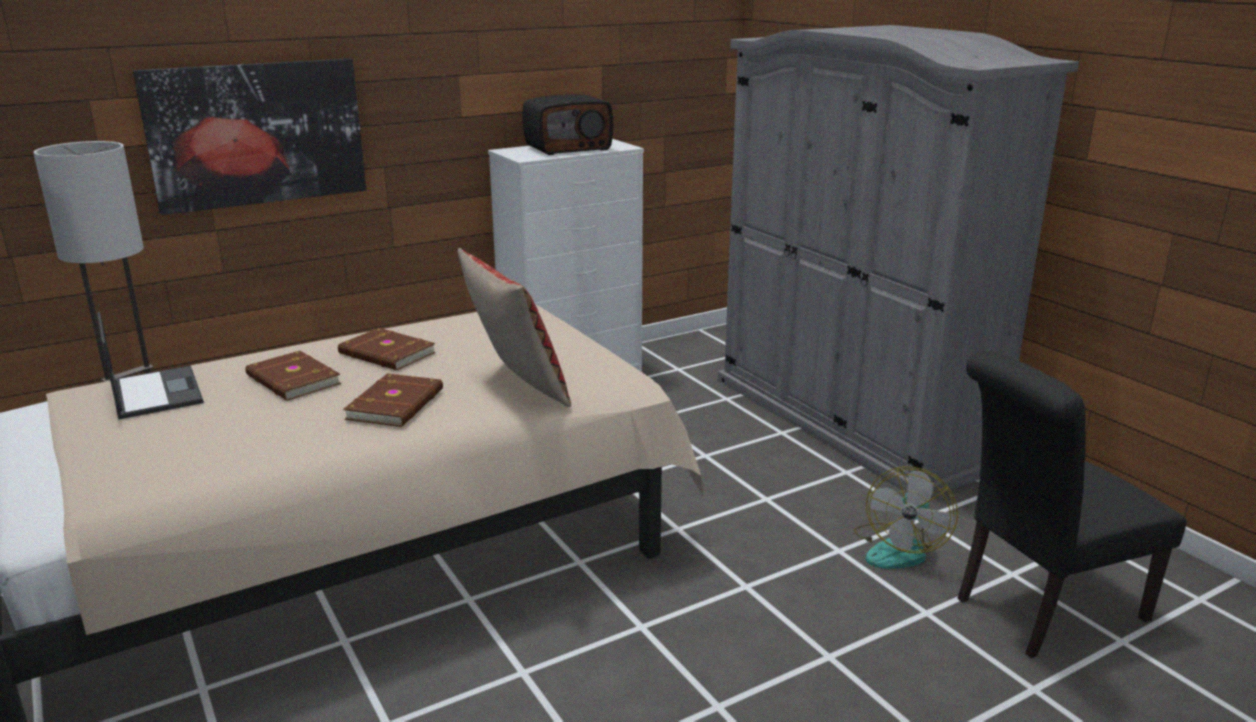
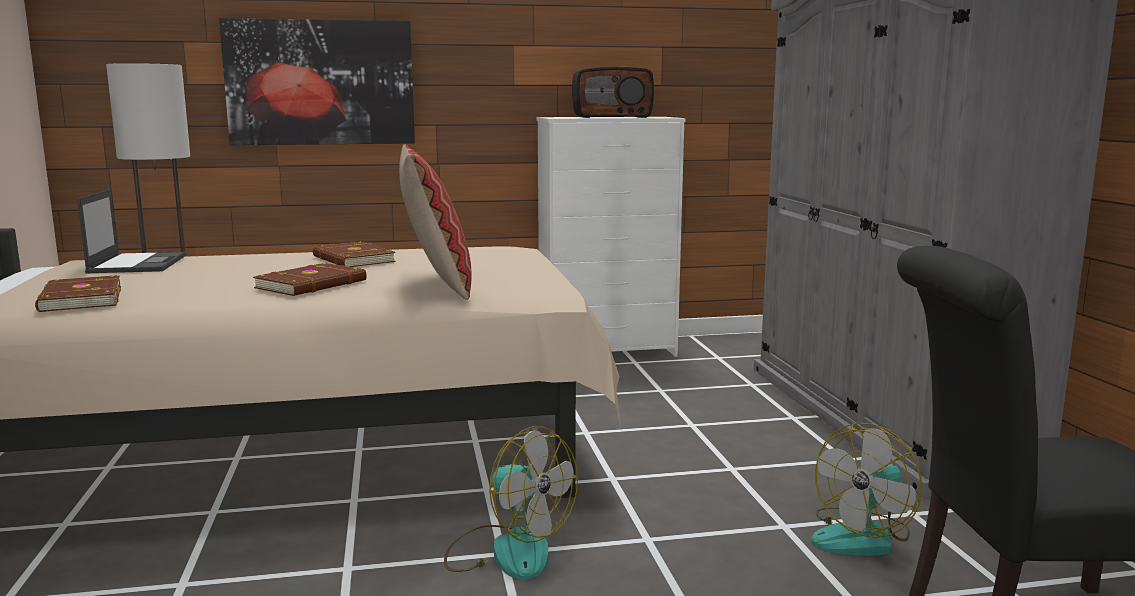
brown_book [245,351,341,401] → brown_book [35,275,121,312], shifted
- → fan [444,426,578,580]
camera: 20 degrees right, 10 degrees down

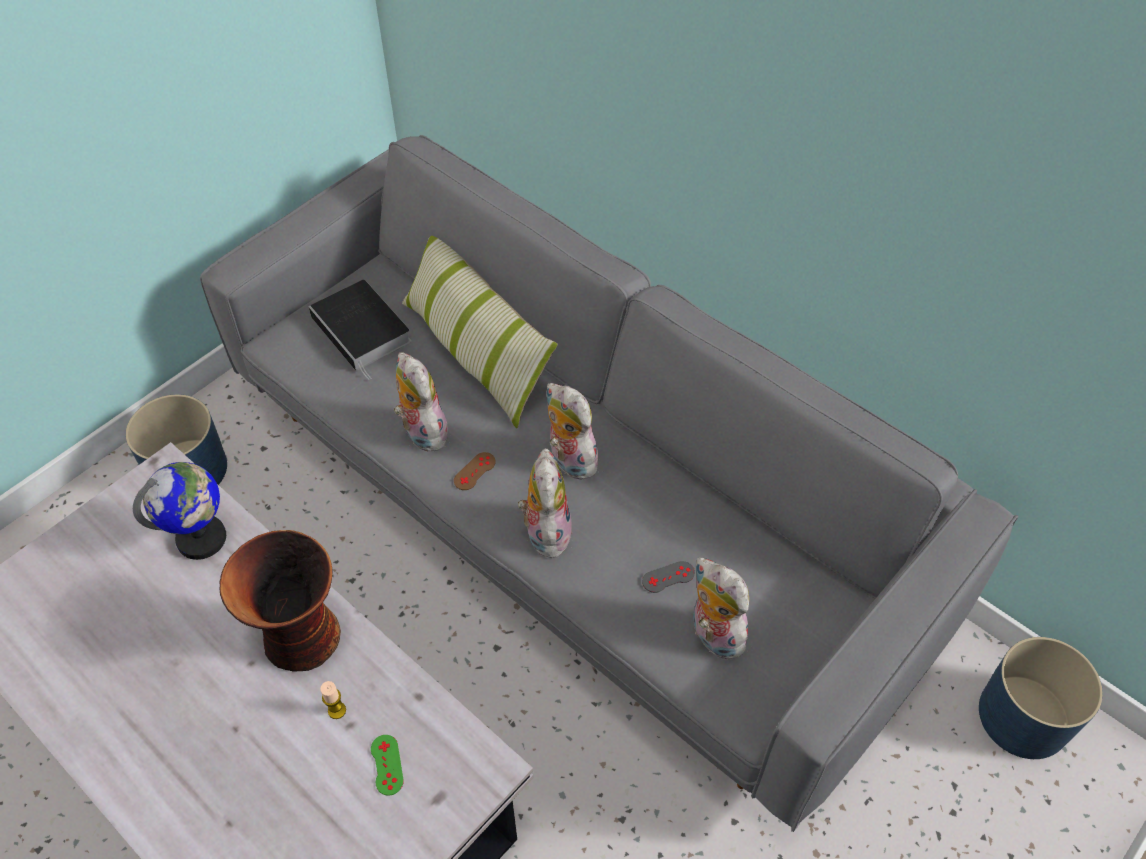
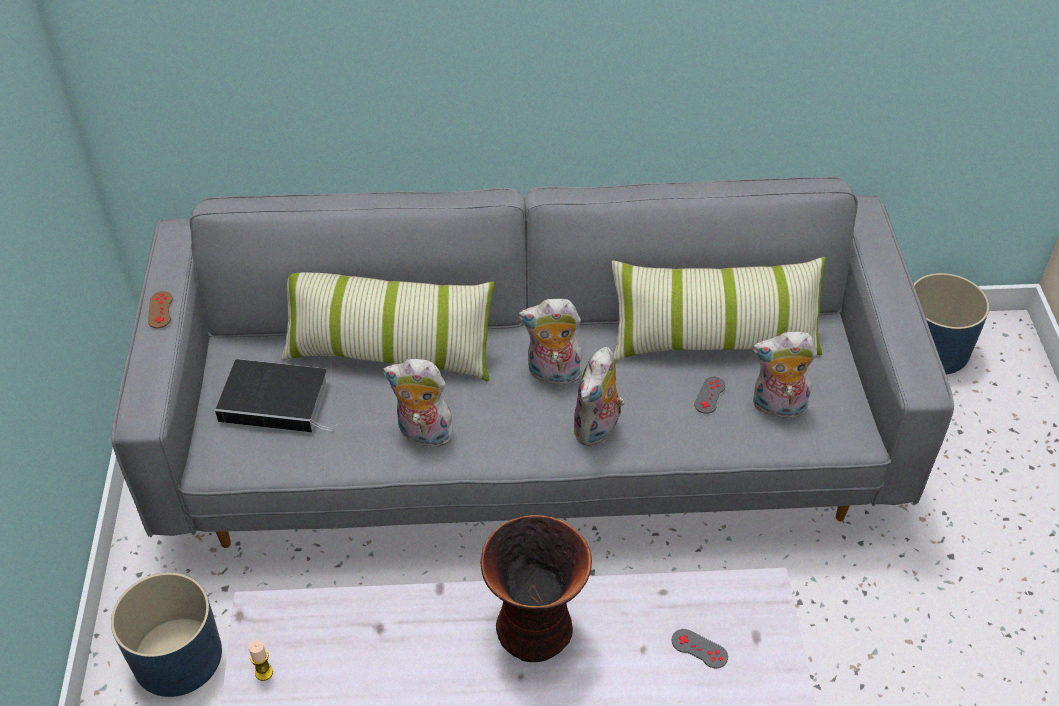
globe [133,462,226,560] → -
candle [320,681,346,719] → candle [248,640,273,681], shifted
green_game_controller [371,735,404,796] → grey_game_controller [671,629,728,669]
brown_game_controller [454,452,496,490] → brown_game_controller [148,291,173,328], shifted
plush_toy [518,448,572,558] → plush_toy [572,347,625,447], 105 degrees counterclockwise
- → pillow [612,257,826,361]
camera: 45 degrees left, 5 degrees down

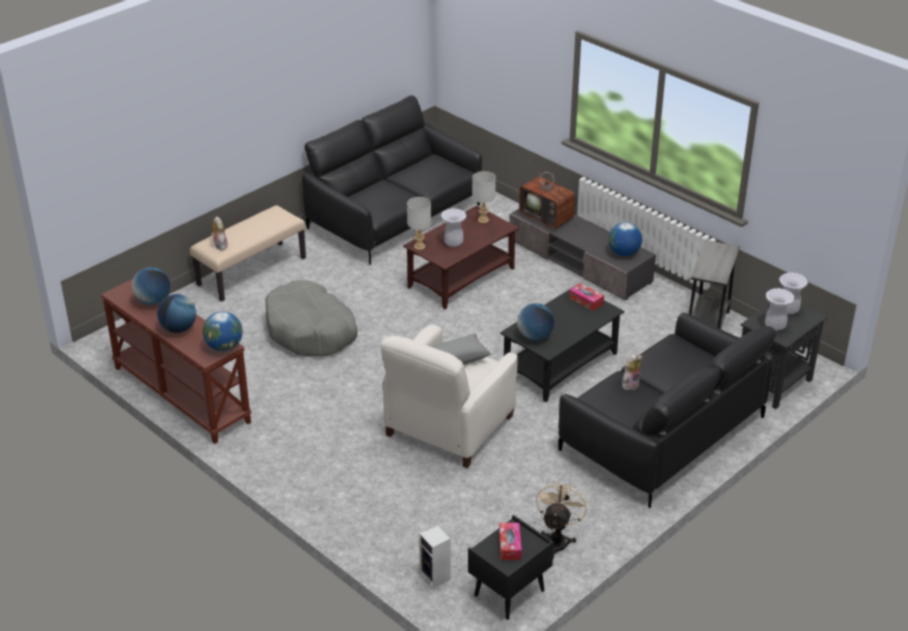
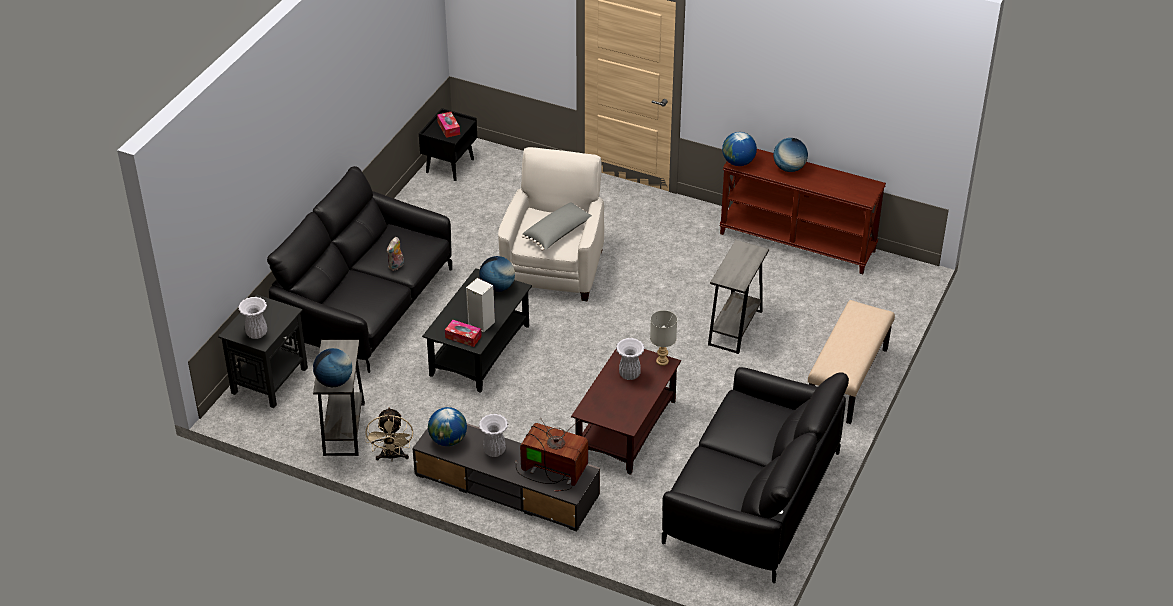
globe [132,267,170,305] → globe [313,348,352,387], shifted
plush_toy [211,216,228,250] → -
grey_dog_bed [265,280,358,356] → grey_side_table [708,240,769,354]
speaker [419,525,451,588] → speaker [466,278,495,332], shifted
grey_table_lamp [472,171,496,223] → -
beige_fan [536,478,588,558] → beige_fan [366,407,413,461], shifted
white_vase [765,288,795,331] → white_vase [479,414,508,457], shifted
camera: 160 degrees right, 5 degrees up

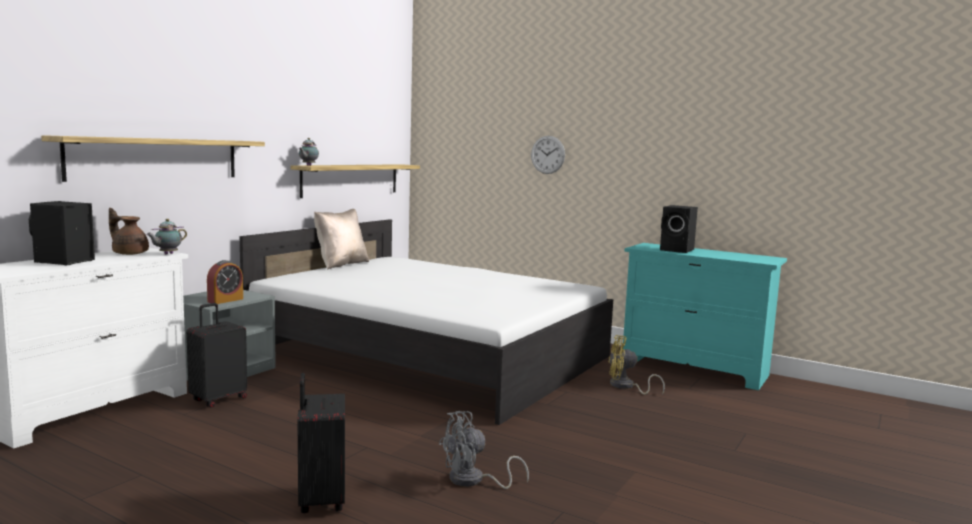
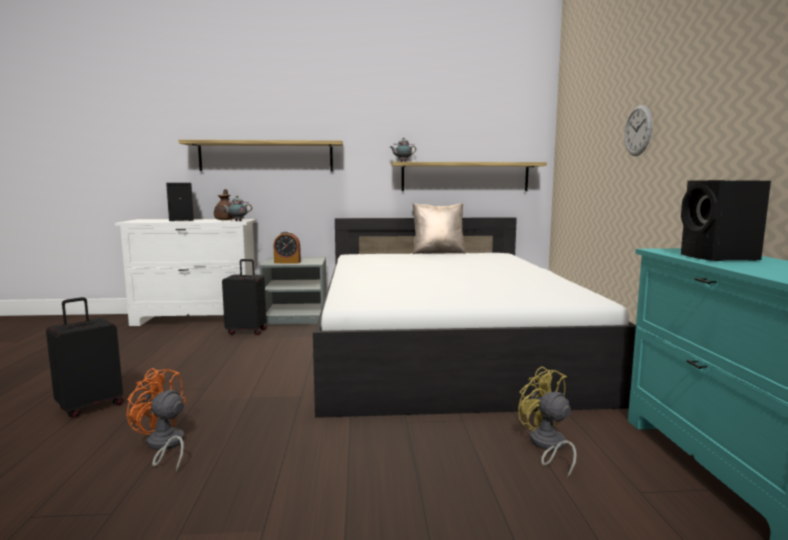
grey_fan [439,411,529,489] → orange_fan [127,368,186,472]
camera: 55 degrees right, 0 degrees up

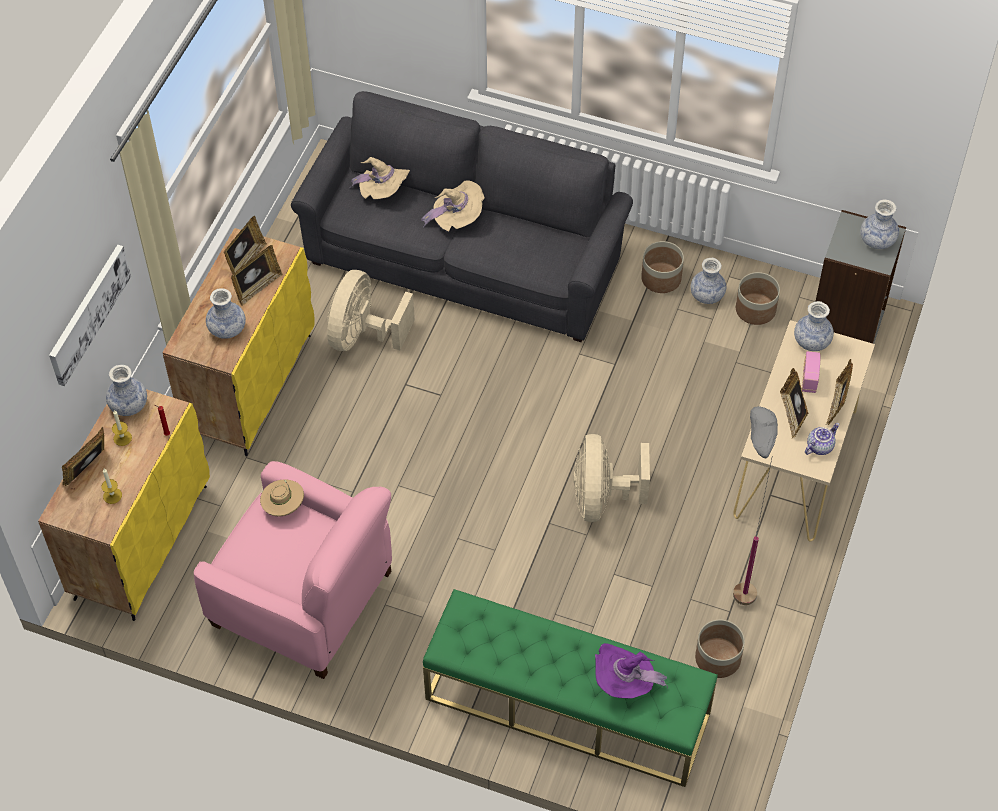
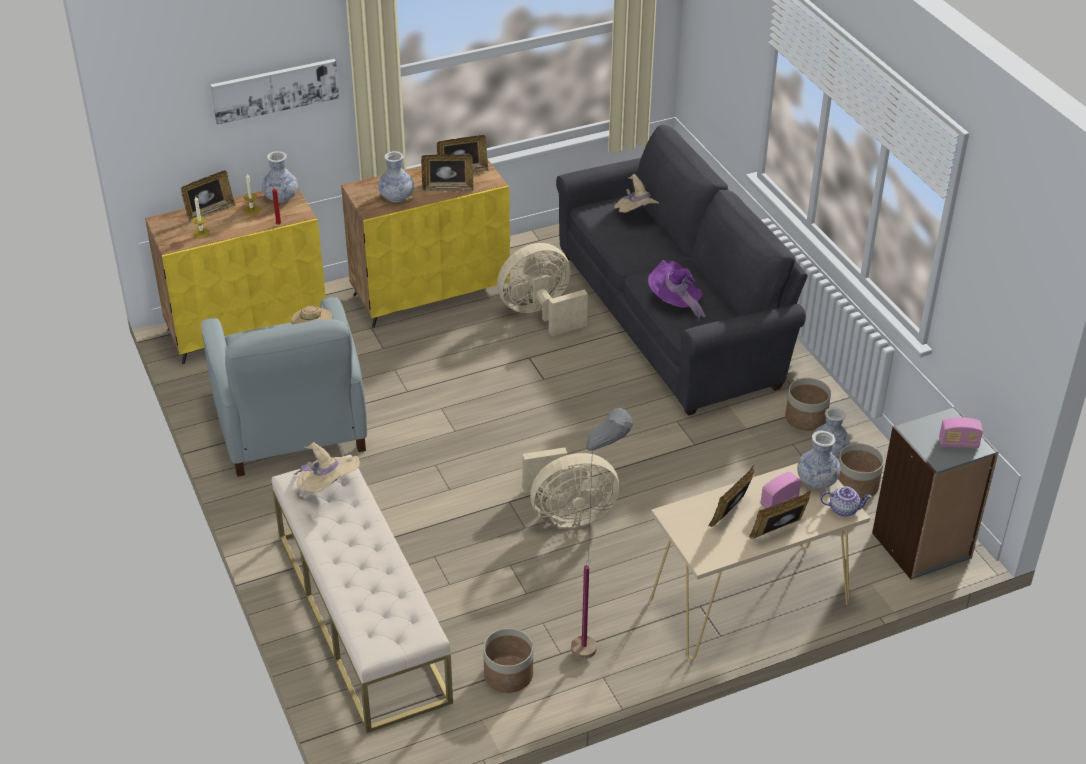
picture_frame [62,427,104,486] → picture_frame [181,170,235,222], 150 degrees clockwise
pink_armchair [194,461,392,679] → grey_armchair [201,297,367,477]
beige_hat [421,180,485,231] → beige_hat [294,442,360,493], shifted
green_bench [423,589,718,787] → beige_bench [272,454,453,733]
beige_fan [574,434,650,522] → beige_fan [522,447,619,528], 150 degrees counterclockwise
purple_hat [595,643,668,698] → purple_hat [648,260,706,321], shifted
teapot [805,423,840,455] → teapot [820,486,872,517], shifted
vase [860,199,899,249] → radio [939,417,983,448]
camera: 45 degrees right, 15 degrees down

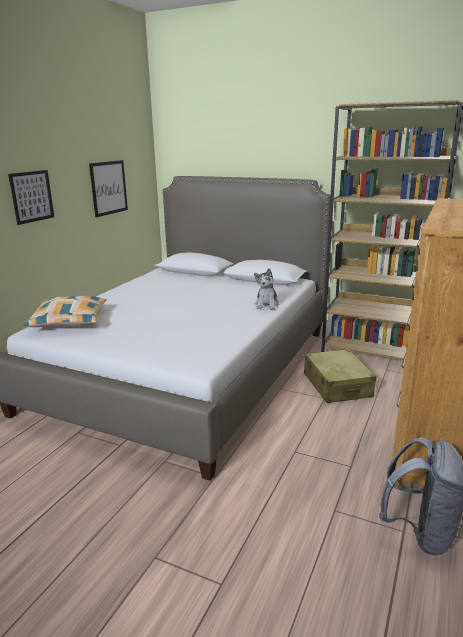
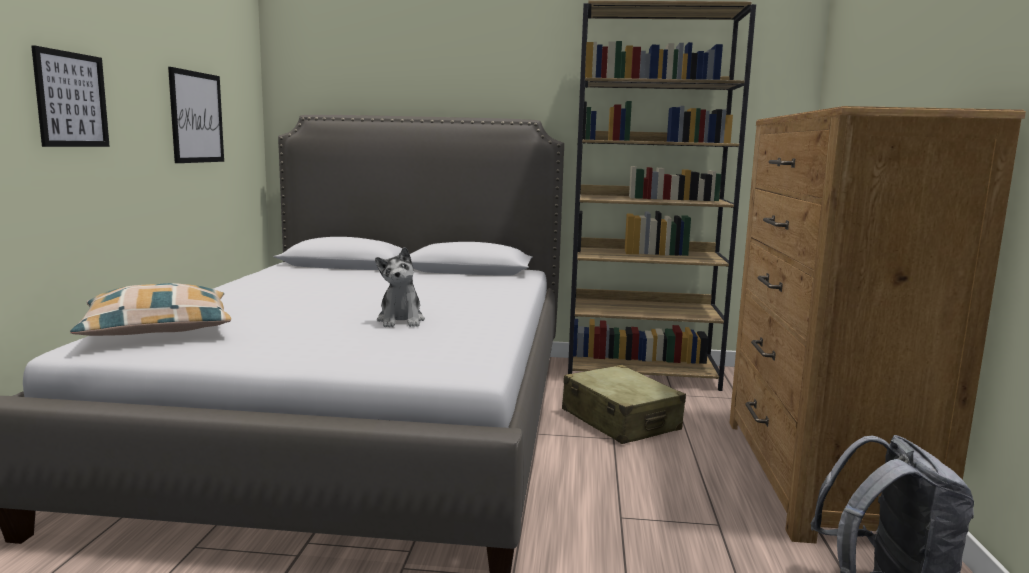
plush_toy [254,268,279,309] → plush_toy [375,247,425,327], shifted
camera: 20 degrees left, 10 degrees down

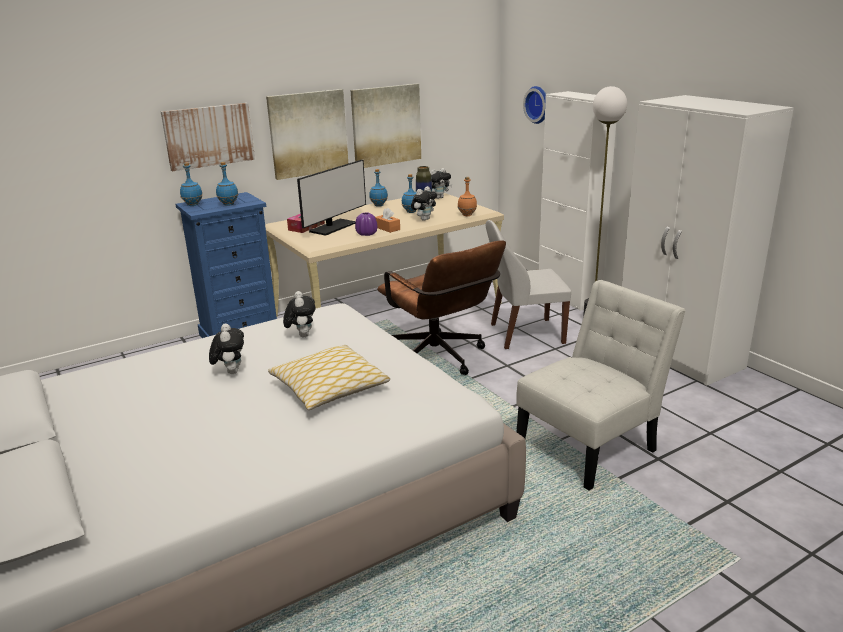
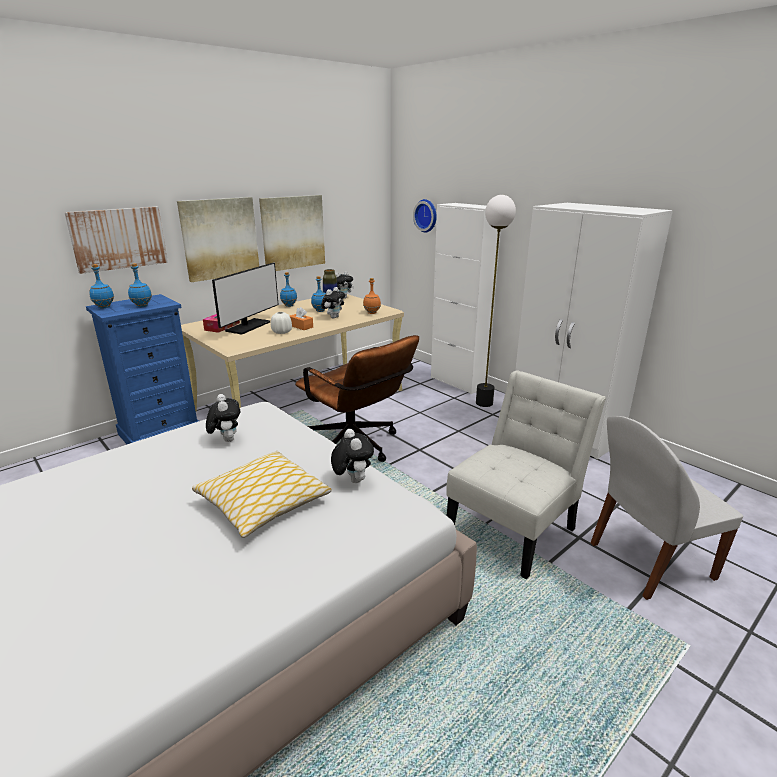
plush_toy [209,323,244,374] → plush_toy [331,429,374,483], shifted
purple_vase [355,212,377,236] → white_vase [271,312,292,334]
white_chair [486,220,571,349] → white_chair [591,416,743,600], shifted
camera: 10 degrees left, 0 degrees up

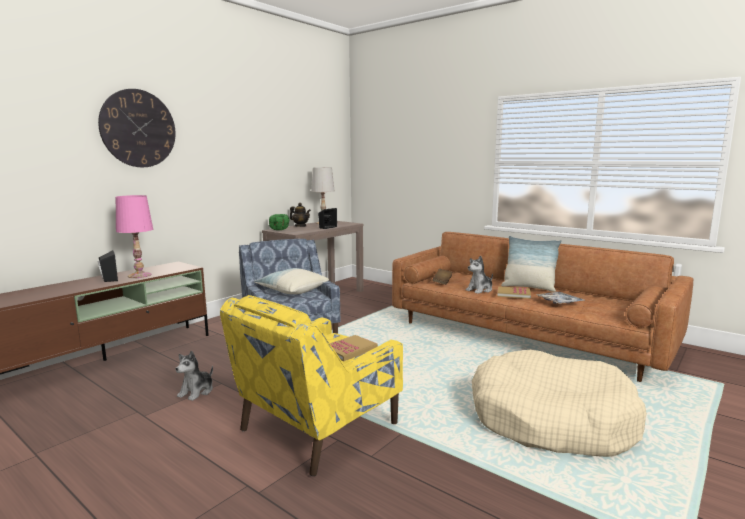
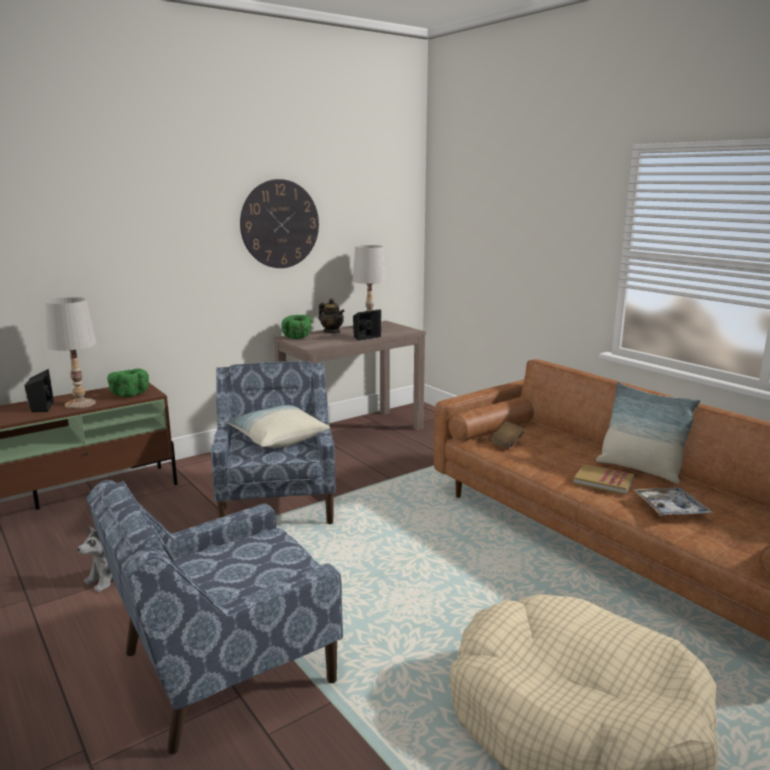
wall_clock [98,89,176,167] → wall_clock [240,179,319,268], shifted
pink_table_lamp [116,195,153,278] → white_table_lamp [45,297,96,409]
yellow_armchair [220,295,403,476] → blue_armchair [87,480,343,754]
book [330,335,378,362] → -
plush_toy [466,256,493,294] → -
- → green_bowl [107,369,149,397]
camera: 15 degrees right, 5 degrees up

